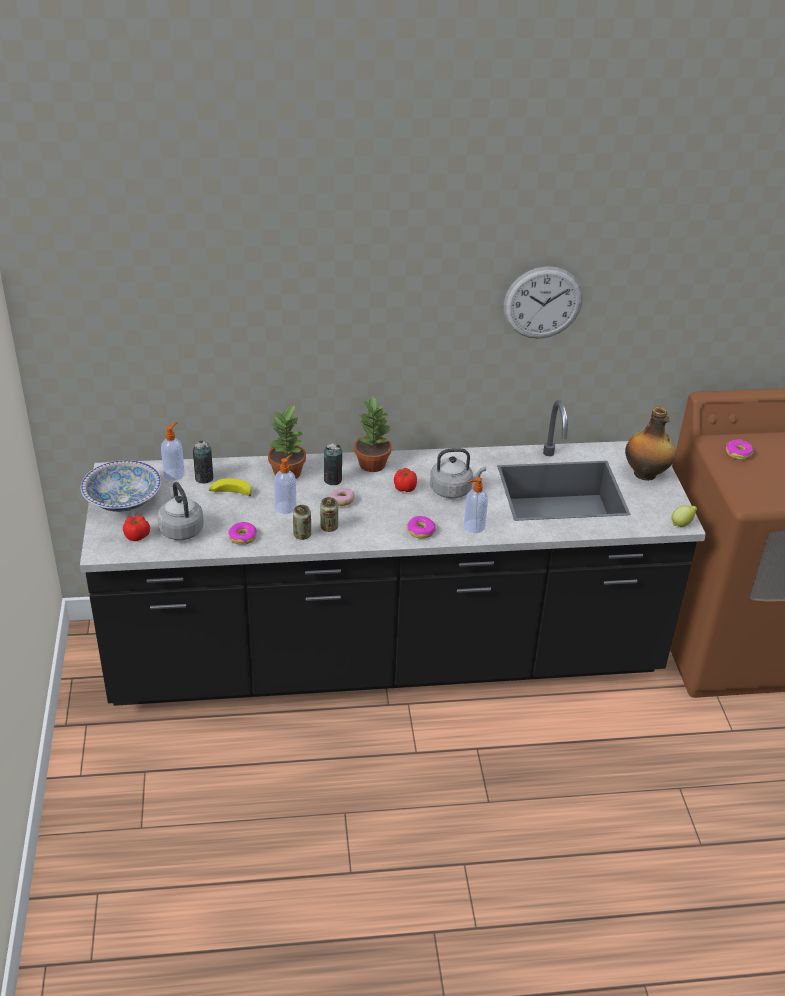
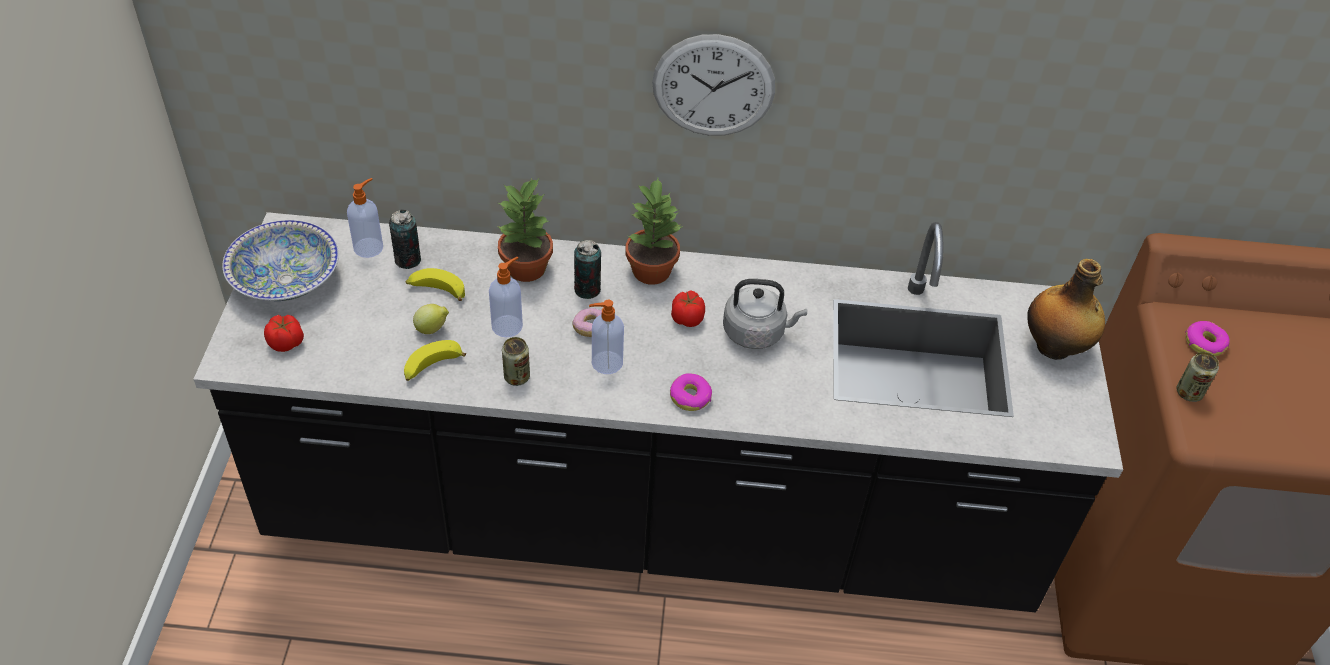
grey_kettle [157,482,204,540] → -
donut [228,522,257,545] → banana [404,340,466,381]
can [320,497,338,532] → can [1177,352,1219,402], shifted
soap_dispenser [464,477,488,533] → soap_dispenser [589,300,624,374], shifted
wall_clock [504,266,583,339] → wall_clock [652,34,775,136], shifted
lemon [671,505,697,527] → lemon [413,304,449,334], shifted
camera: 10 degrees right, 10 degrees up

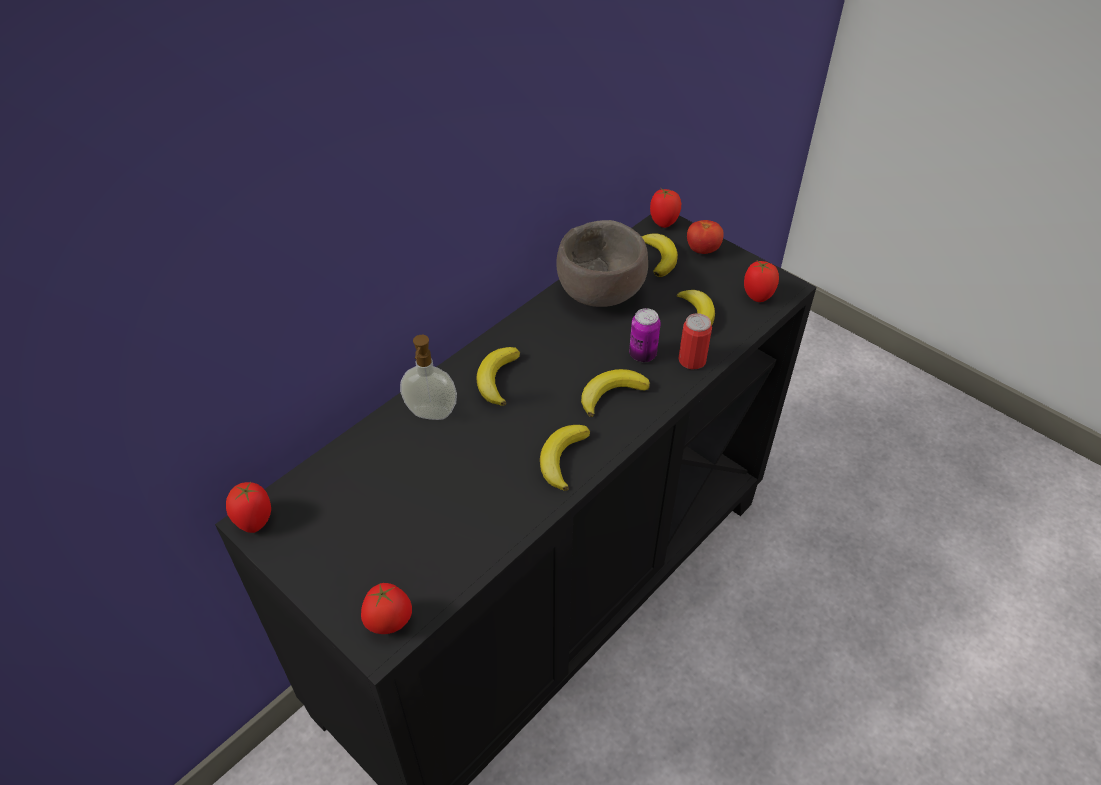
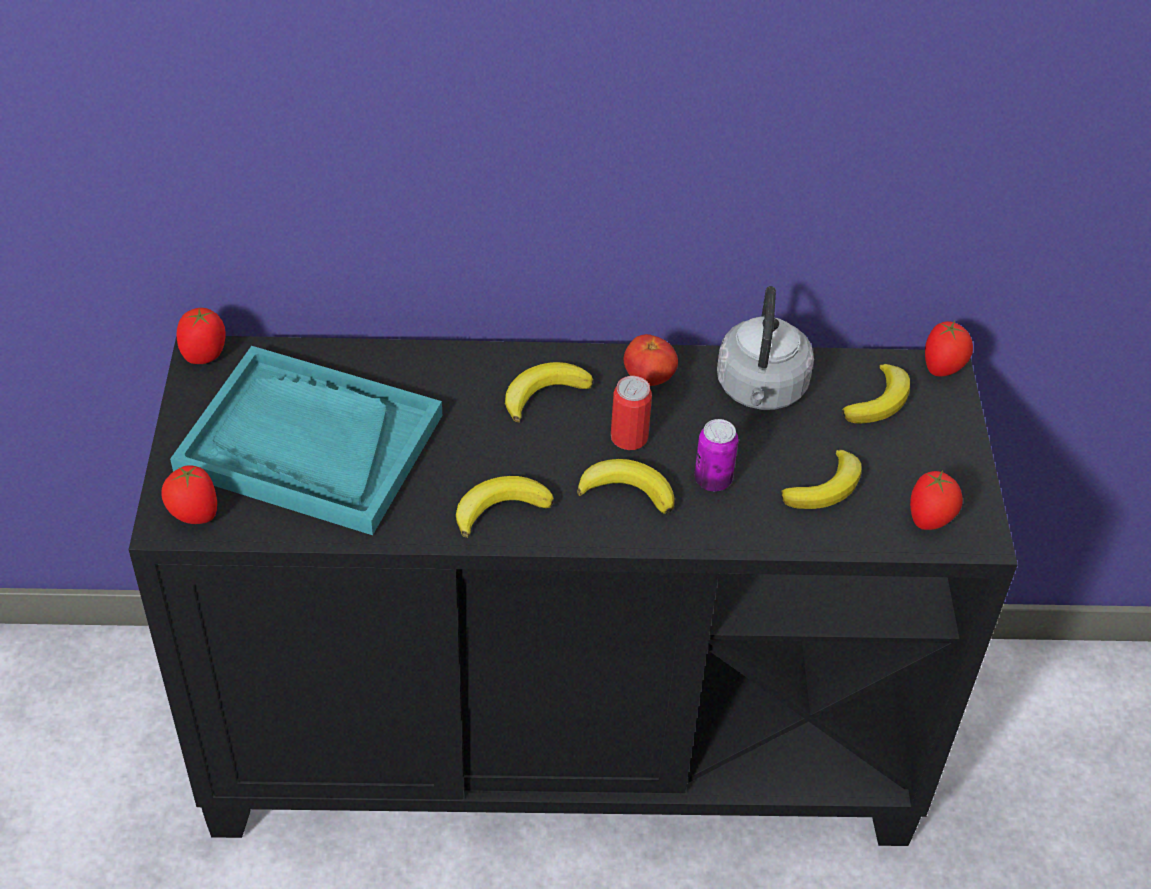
soap_dispenser [400,335,457,420] → -
brown_bowl [556,220,648,307] → grey_kettle [717,286,814,410]
can [678,313,712,370] → can [611,376,652,450], shifted
tomato [687,220,724,254] → tomato [624,334,678,386], shifted
- → turquoise_tray [170,346,442,535]
camera: 45 degrees right, 0 degrees up

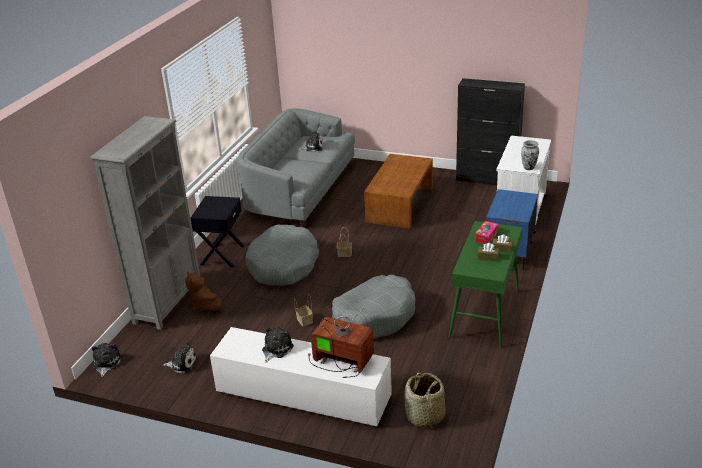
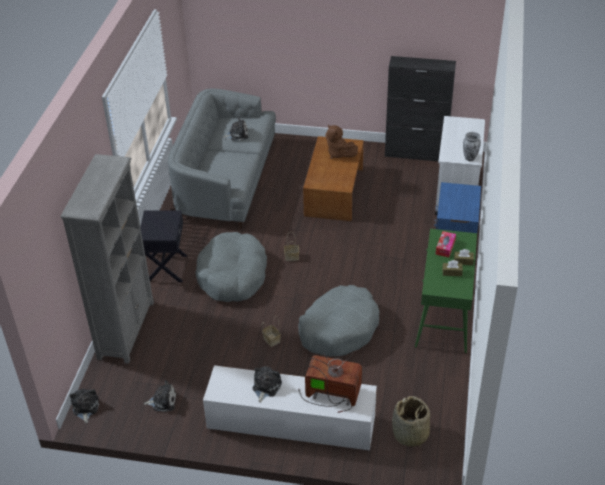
brown_plush_toy [185,272,222,311] → brown_plush_toy [325,124,358,159], shifted
camera: 10 degrees left, 10 degrees up

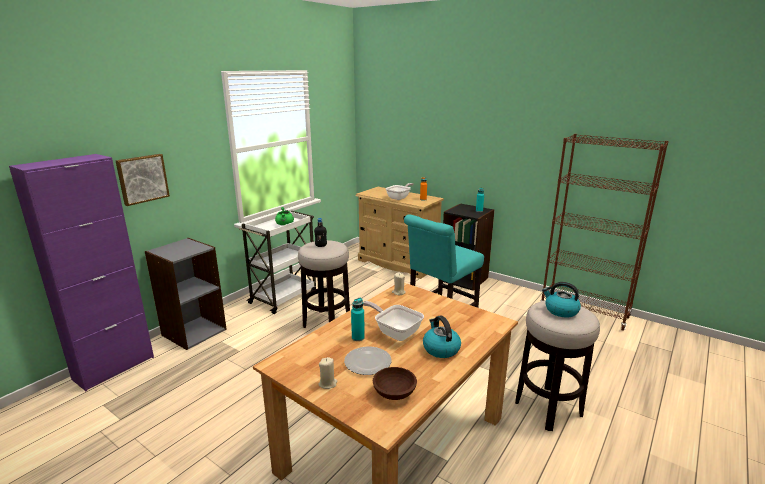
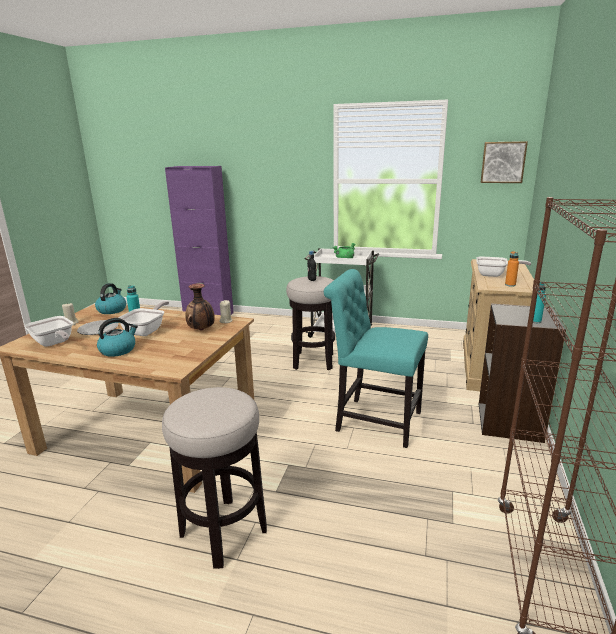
picture [116,154,170,206] → picture [480,141,528,183], shifted
grey_bookcase [145,238,227,350] → -
brown_bowl [373,367,417,400] → frying_pan [24,316,73,347]
kettle [542,282,581,318] → kettle [95,283,126,314], shifted
- → vase [186,284,215,330]
camera: 70 degrees right, 0 degrees up

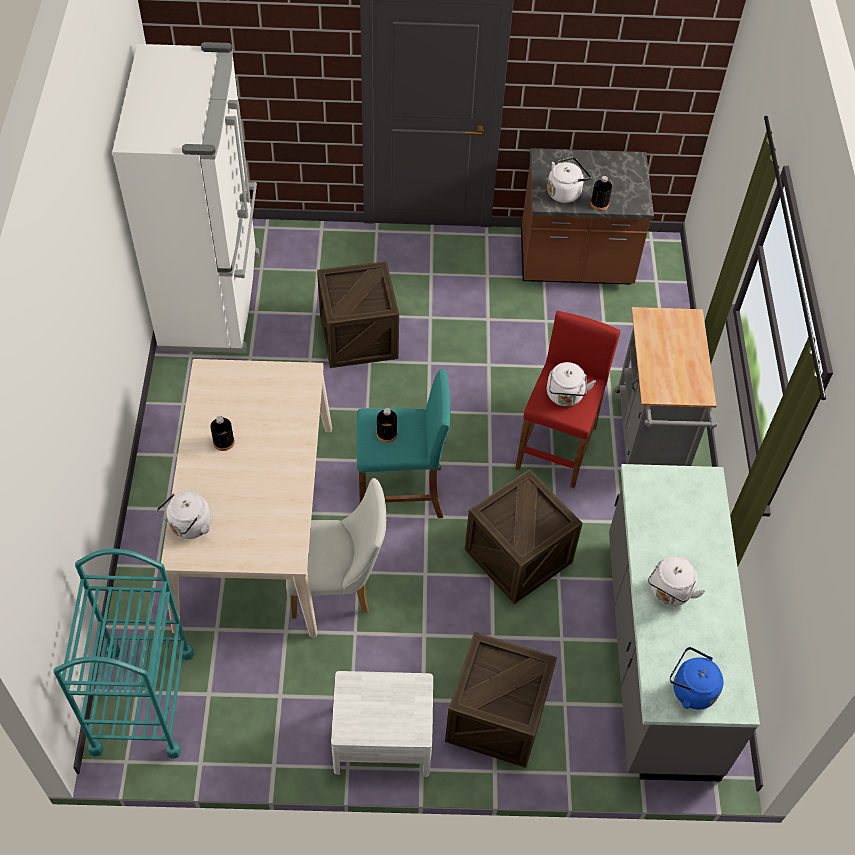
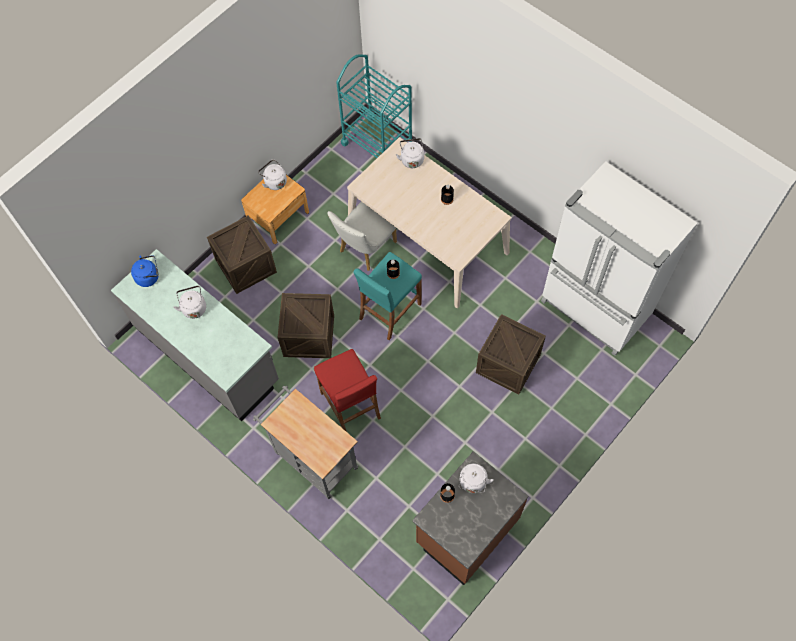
white_nightstand [331,671,433,777] → brown_nightstand [241,175,309,244]
white_kettle [547,362,596,406] → white_kettle [258,159,287,190], shifted
camera: 135 degrees right, 10 degrees up

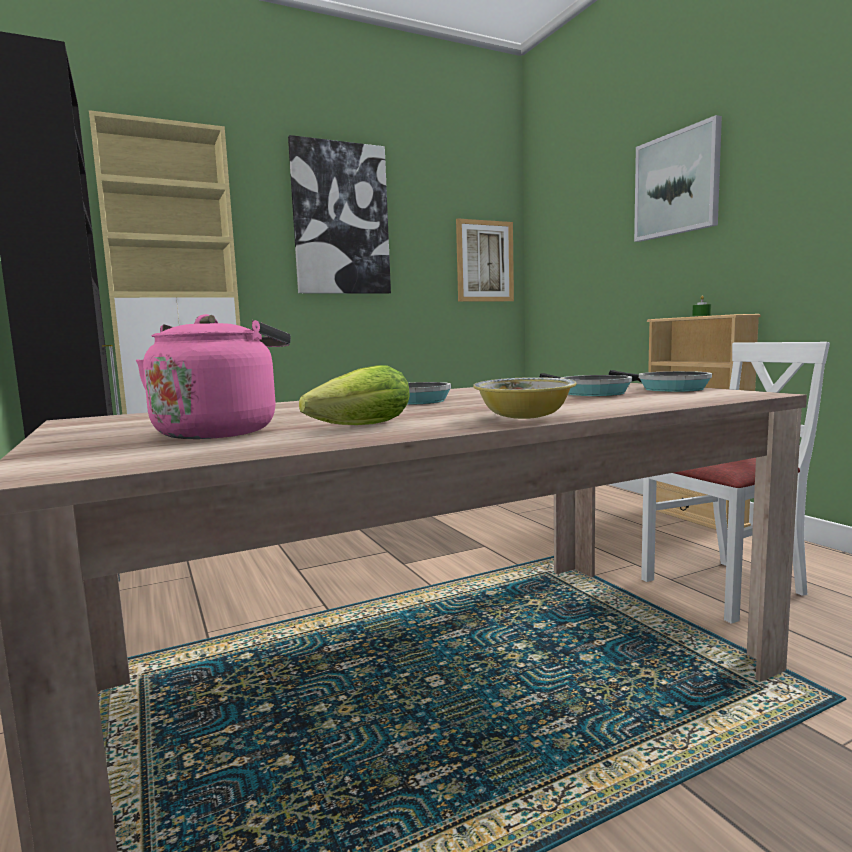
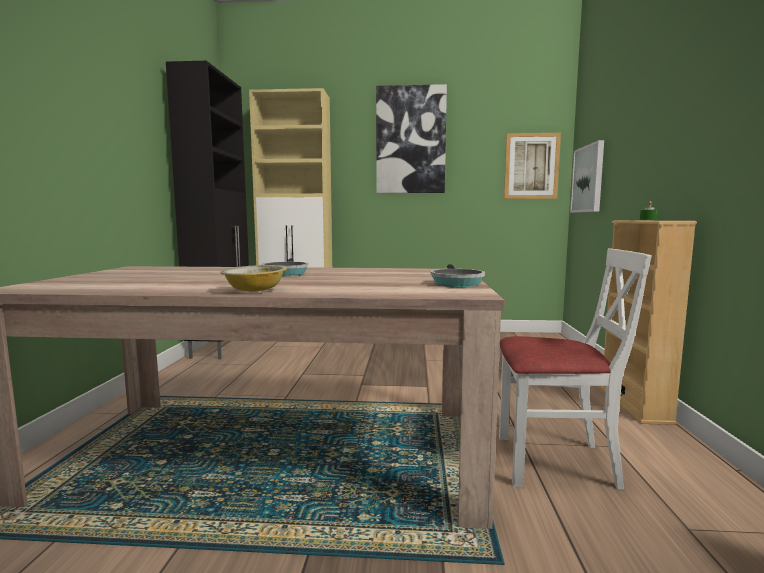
pink_kettle [136,314,291,439] → -
lettuce [299,365,410,425] → -
frying_pan [539,373,632,396] → -
picture [634,115,722,242] → picture [570,140,604,213], shifted
camera: 30 degrees right, 0 degrees up

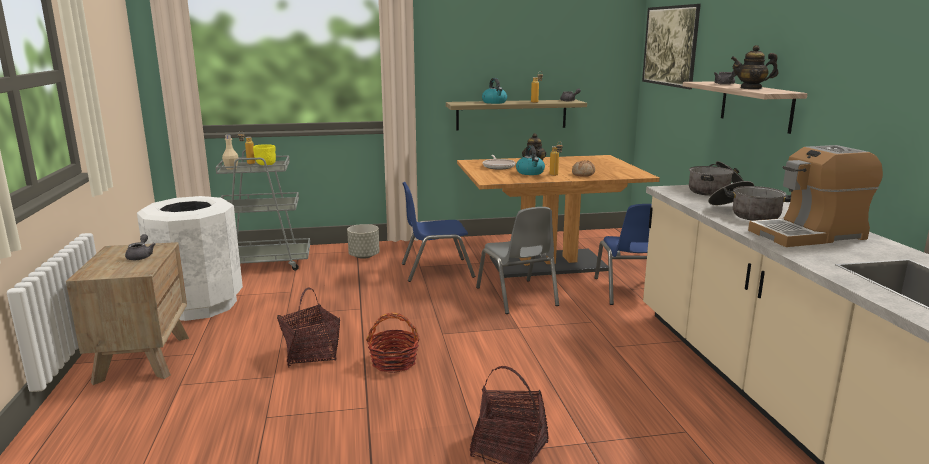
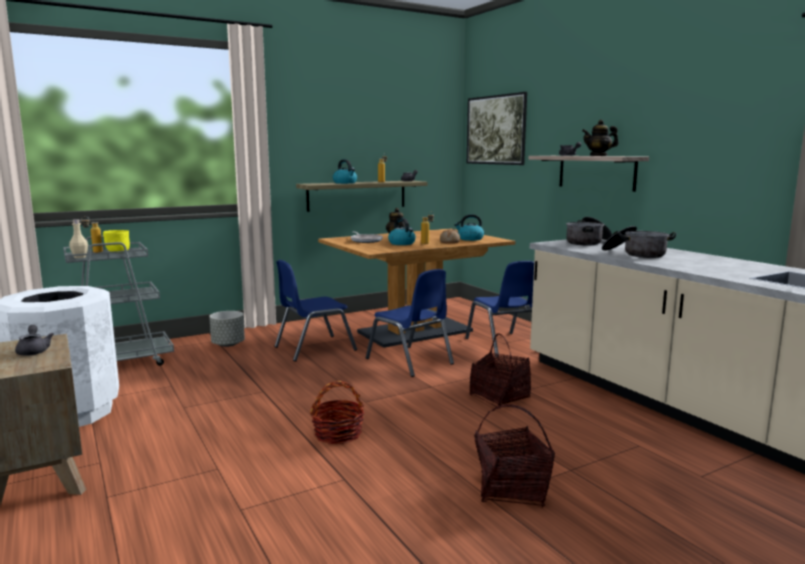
basket [277,288,340,368] → basket [470,333,531,409], shifted
grey_chair [476,207,559,314] → blue_chair [366,269,454,377]
coffee_machine [748,145,883,247] → -
- → kettle [454,214,484,241]
camera: 20 degrees left, 5 degrees down

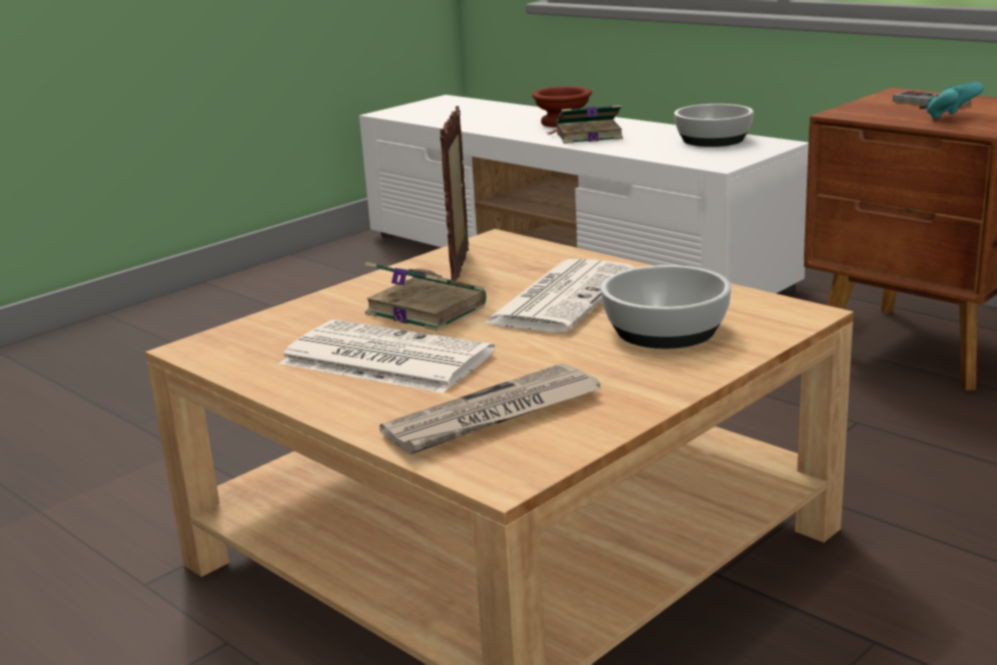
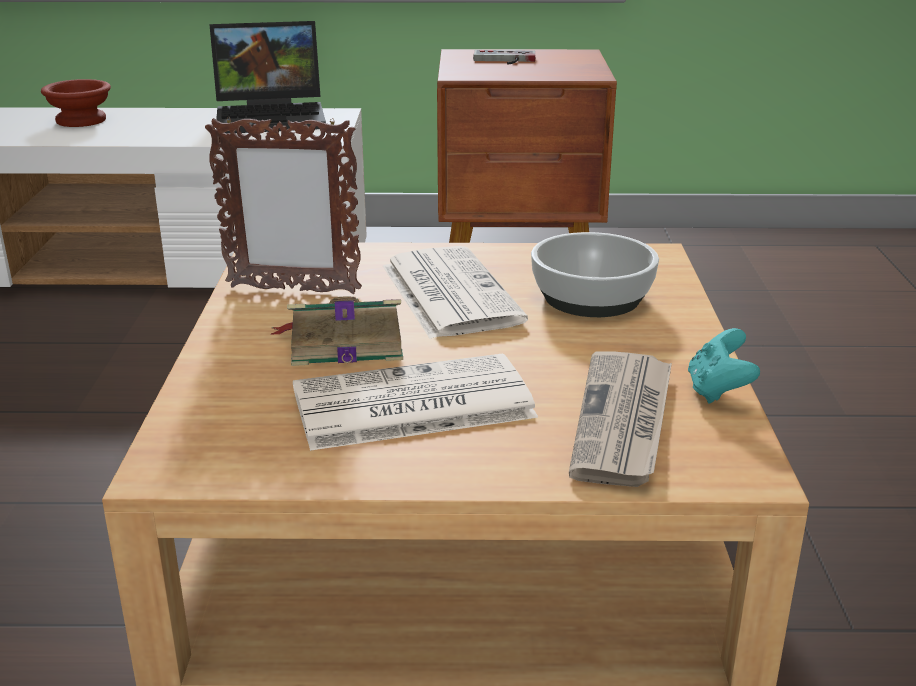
picture_frame [440,106,469,281] → picture_frame [205,117,362,294], 45 degrees counterclockwise
book [546,105,623,144] → -
bowl [674,104,754,147] → laptop [209,21,326,134]
turquoise_game_controller [927,82,984,121] → turquoise_game_controller [688,328,760,404], shifted
camera: 45 degrees left, 5 degrees up

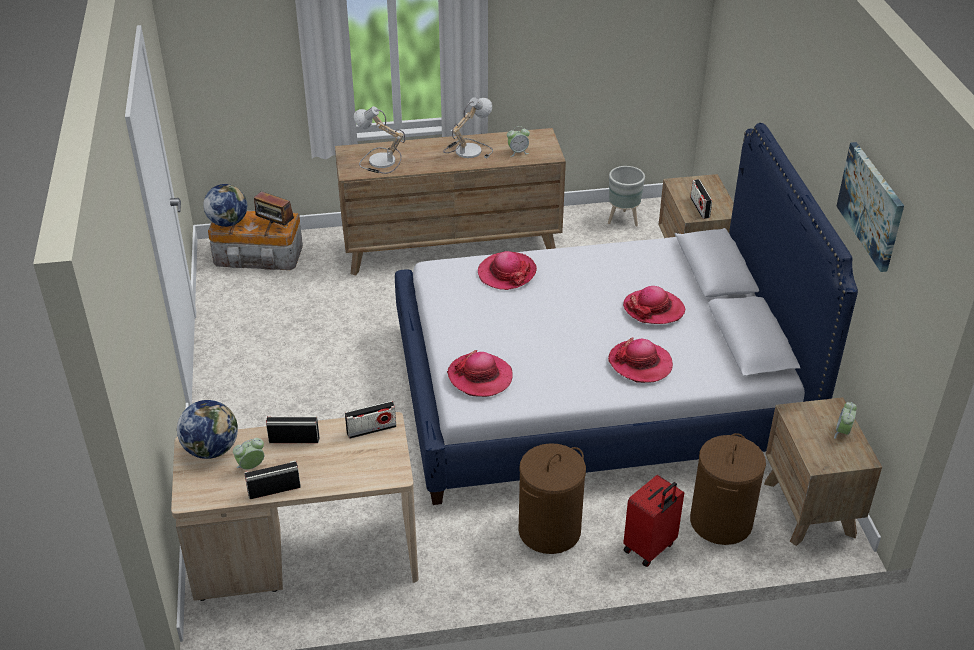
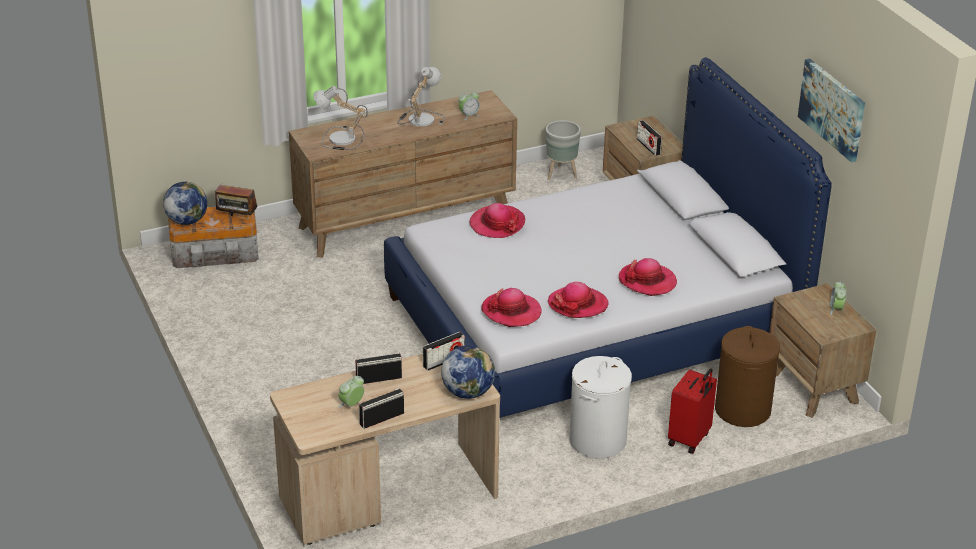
globe [177,400,238,459] → globe [441,345,495,399], shifted
brown_laundry_basket [518,443,586,554] → white_laundry_basket [569,356,632,458]
hat [623,286,686,324] → hat [548,282,609,318], shifted
camera: 15 degrees left, 5 degrees down

